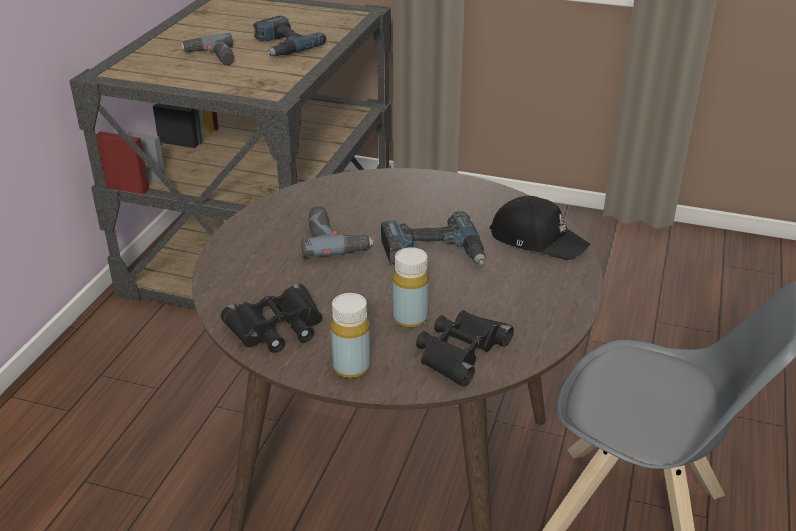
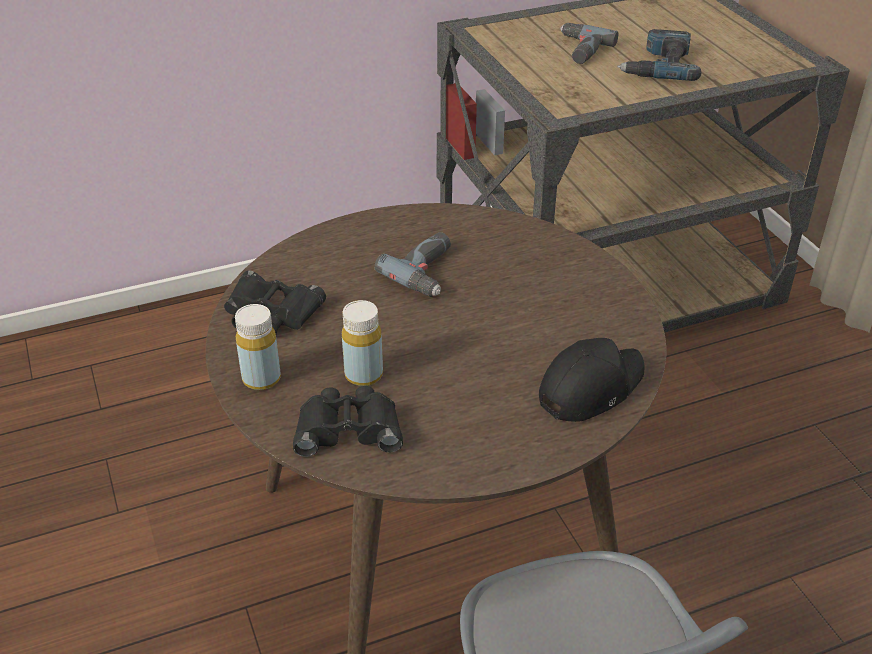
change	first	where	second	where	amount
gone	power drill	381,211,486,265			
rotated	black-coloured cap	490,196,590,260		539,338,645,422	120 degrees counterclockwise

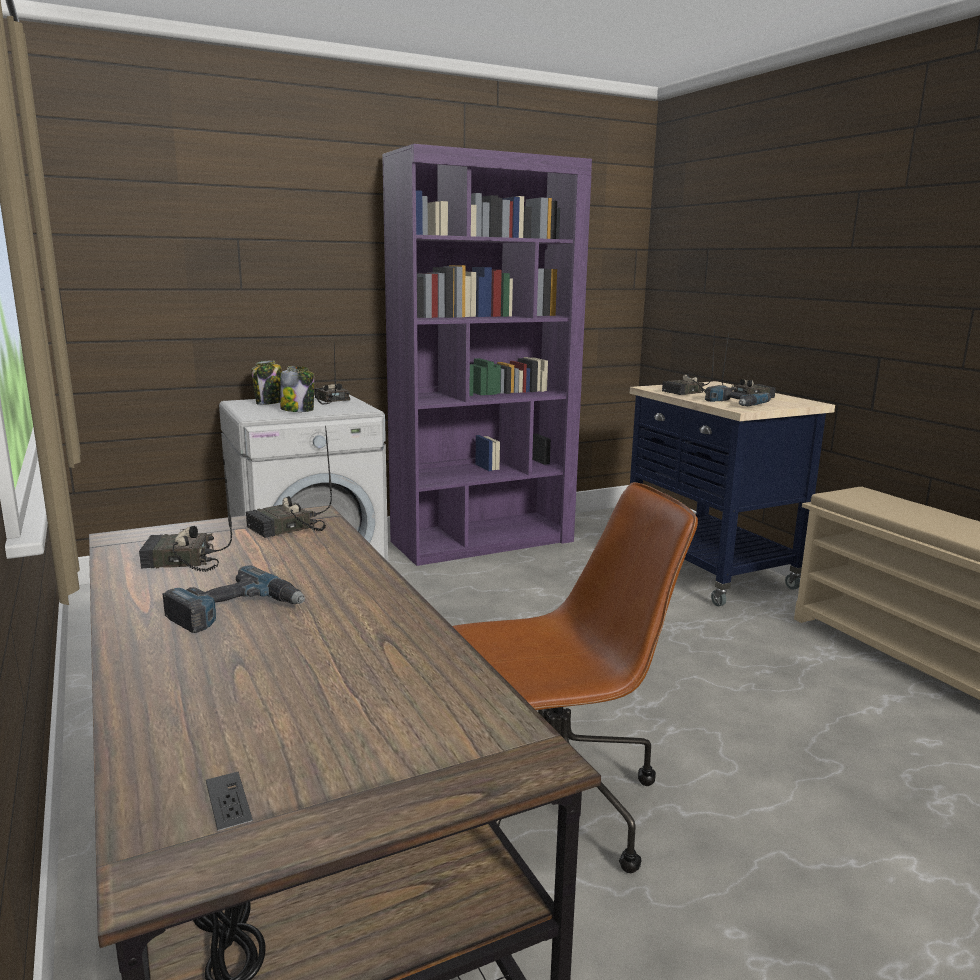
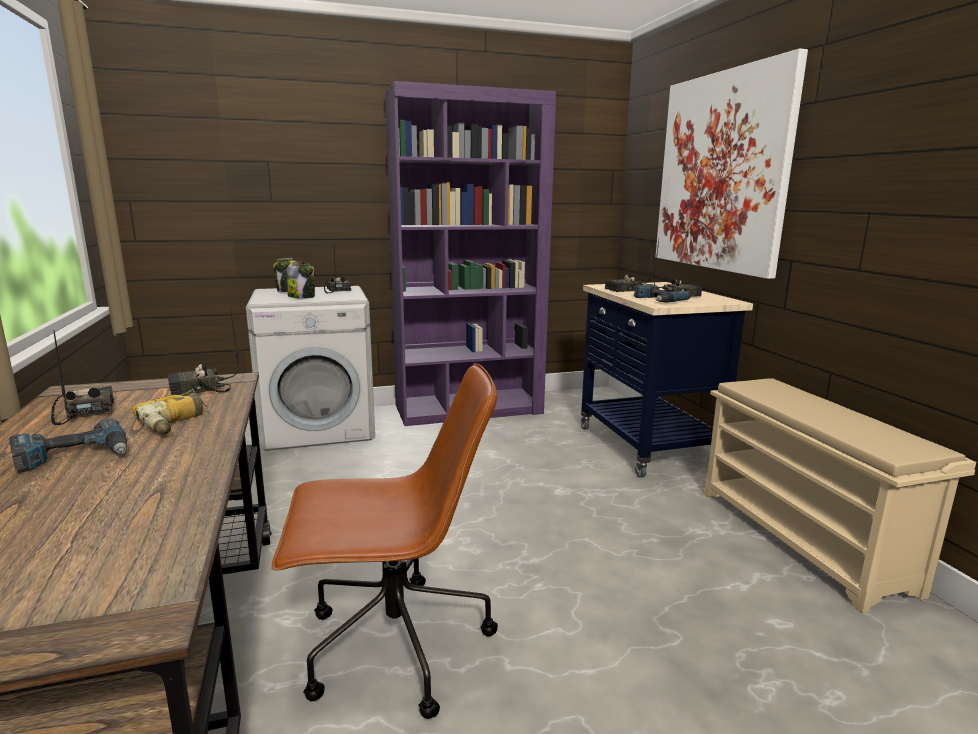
change	first	where	second	where	amount
new			power drill	132,388,208,435	
new			wall art	656,48,808,279	
rotated	radio set	139,452,232,572		51,330,114,425	60 degrees clockwise

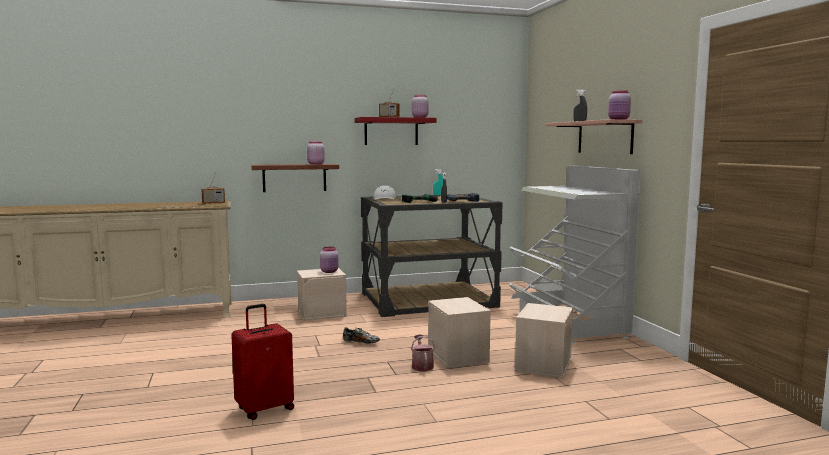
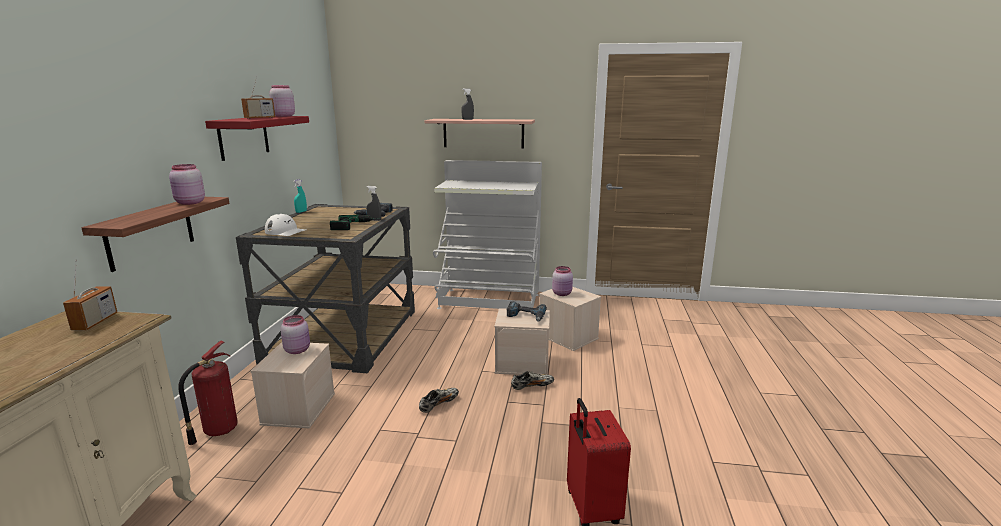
change	first	where	second	where	amount
new			fire extinguisher	178,341,238,445	
new			power drill	507,302,547,322	
shifted	pink preserve jar	608,90,631,120		552,266,573,296	
swapped	watering pot	411,334,435,371	low shoe	511,371,554,390	

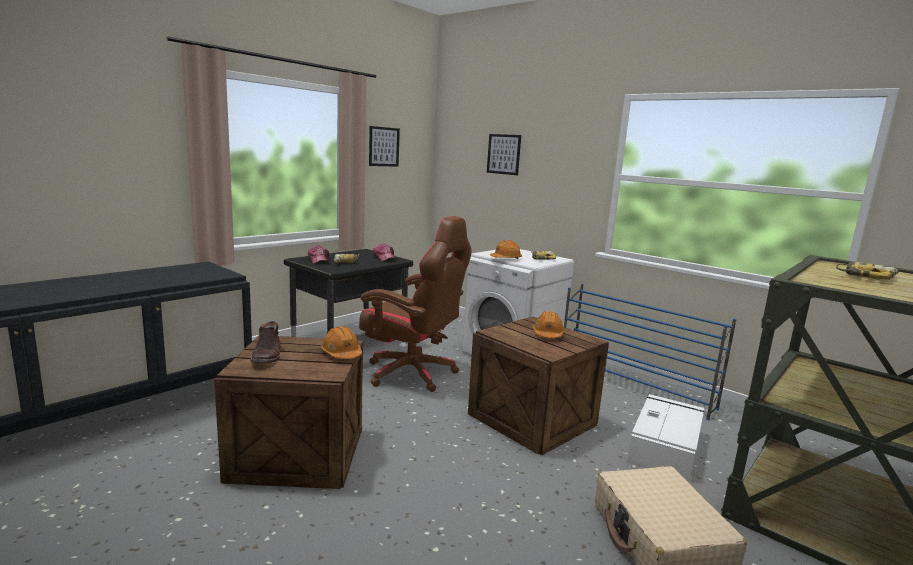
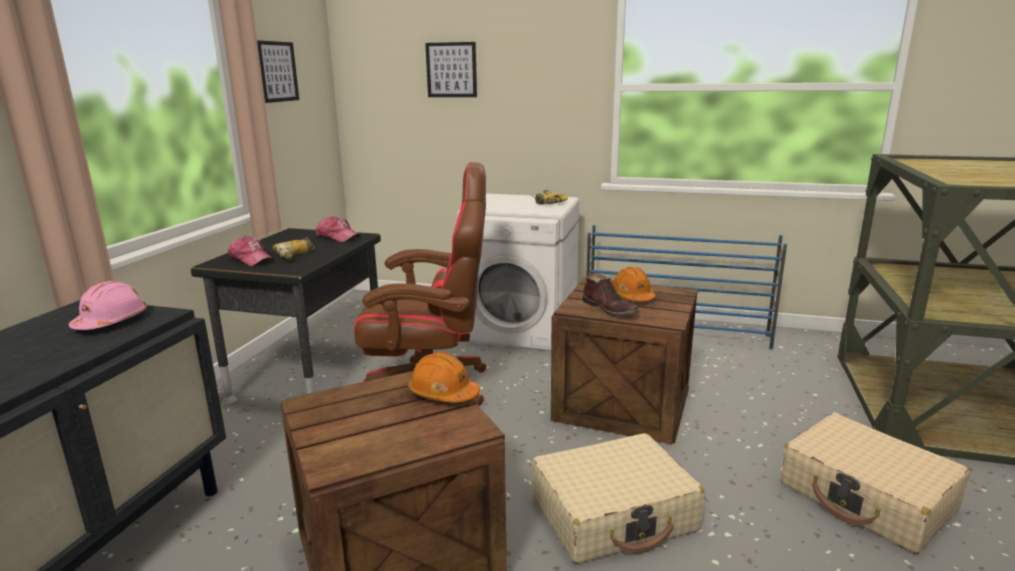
change	first	where	second	where	amount
gone	orange hard hat	490,240,522,259			
gone	white-coloured storage bin	627,394,705,482			
gone	power drill	836,262,899,280			
new			pink hard hat	69,281,147,330	
new			beige-coloured travel case	531,433,704,563	
shifted	brownish tall boot	251,321,281,363		582,273,639,316	

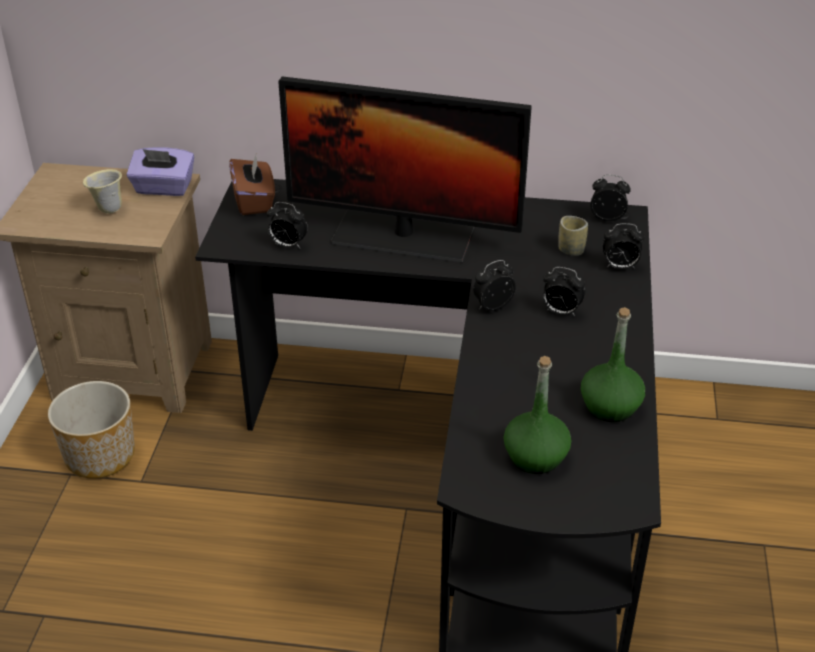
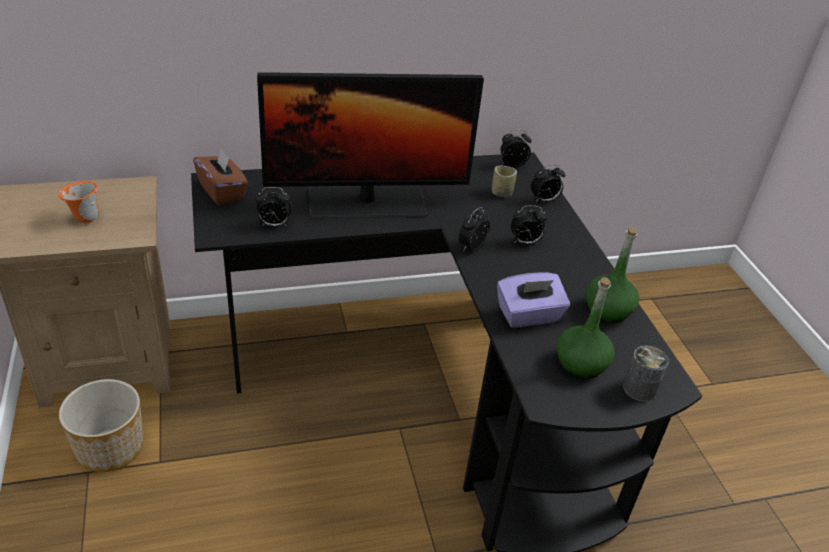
change	first	where	second	where	amount
new			metal can	623,346,669,402	
shifted	purplish tissue box	127,147,194,196		497,272,570,328	
repainted	beige-coloured mug	83,169,122,214	orange mug	59,181,99,223	

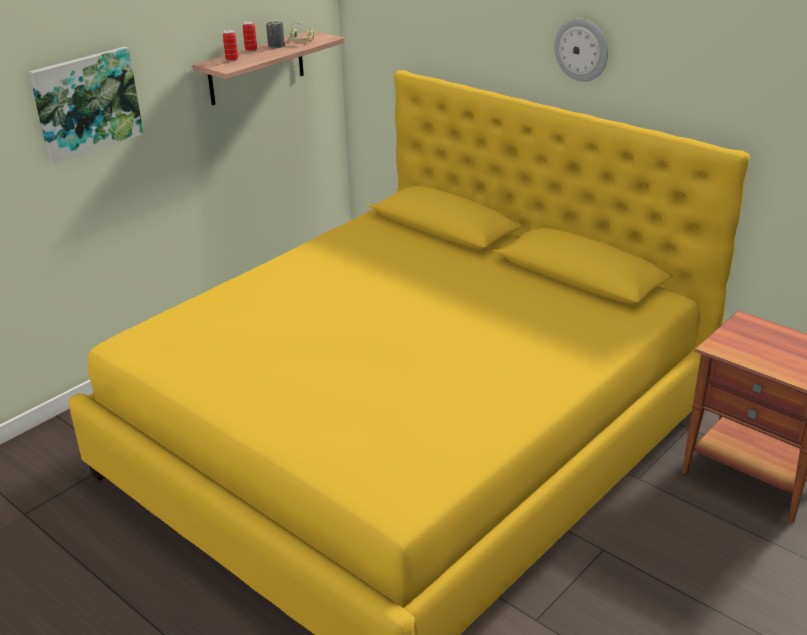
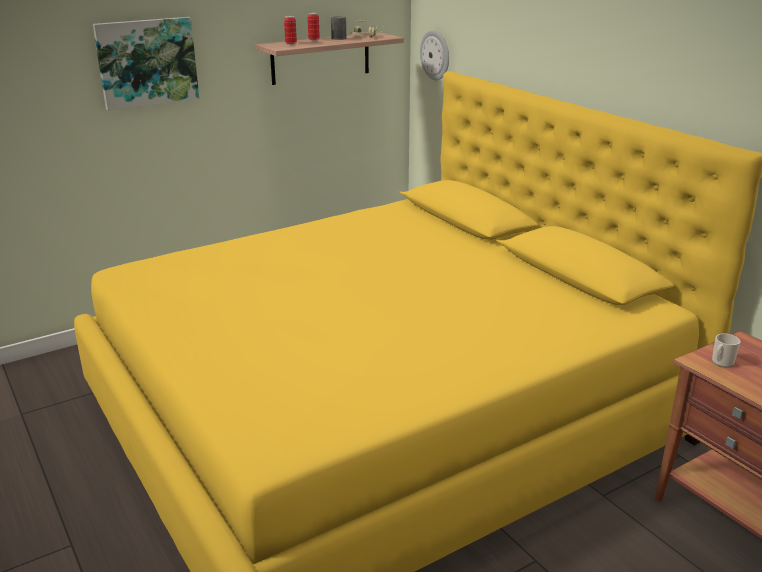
change	first	where	second	where	amount
new			mug	712,334,741,367	
shifted	clock on the wall	554,19,608,82		420,30,449,80	

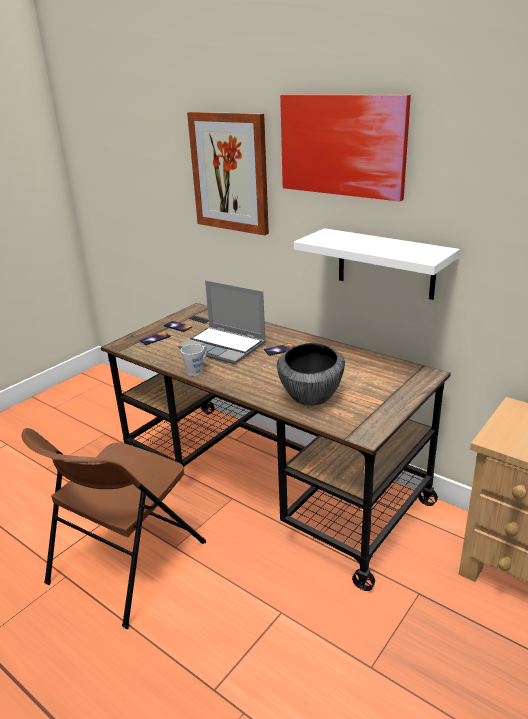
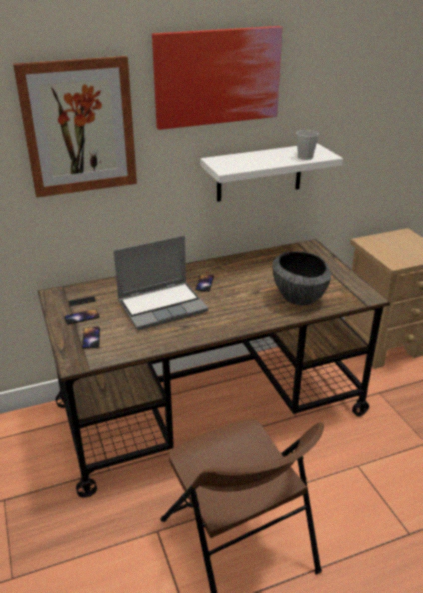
change	first	where	second	where	amount
shifted	grey mug	181,344,207,376		296,130,319,160	

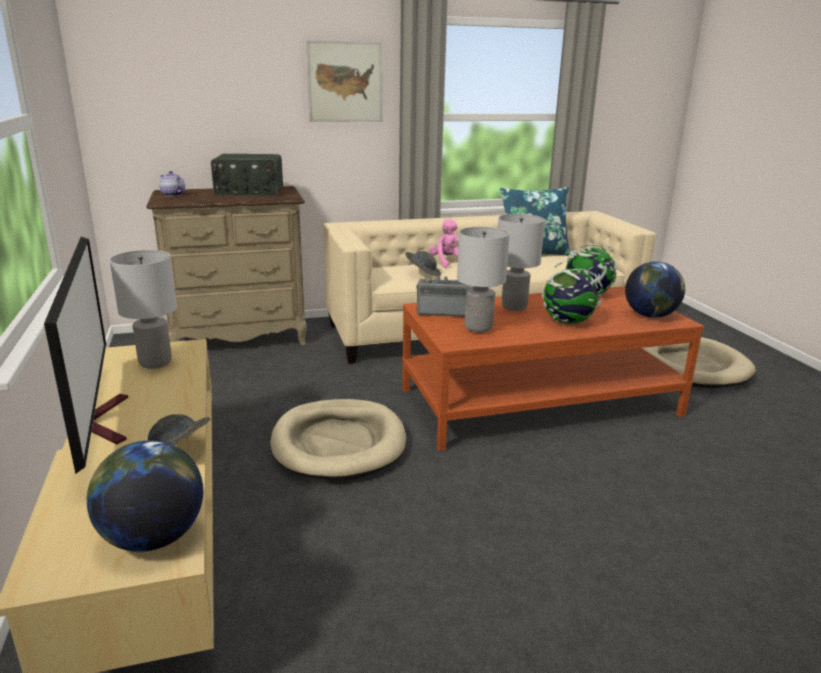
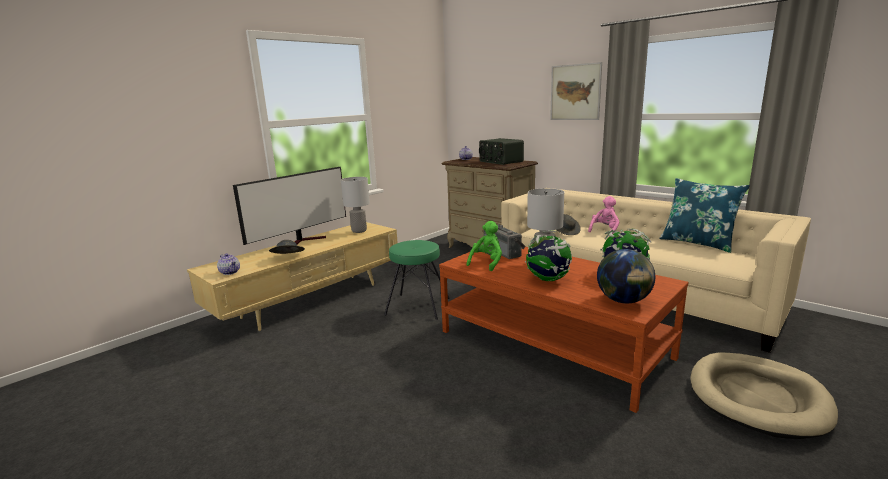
change	first	where	second	where	amount
swapped	desk globe	87,440,203,552	teapot	217,253,240,275	
swapped	beige-coloured pet bed	270,399,406,480	greenish stool seat	384,240,450,320	
swapped	grey lamp for a table	457,227,510,333	greenish plush toy	466,221,502,271	

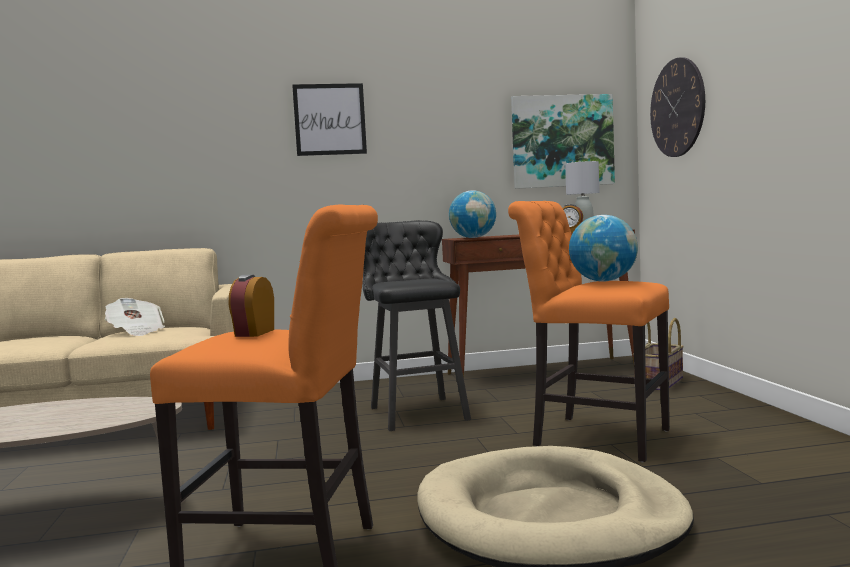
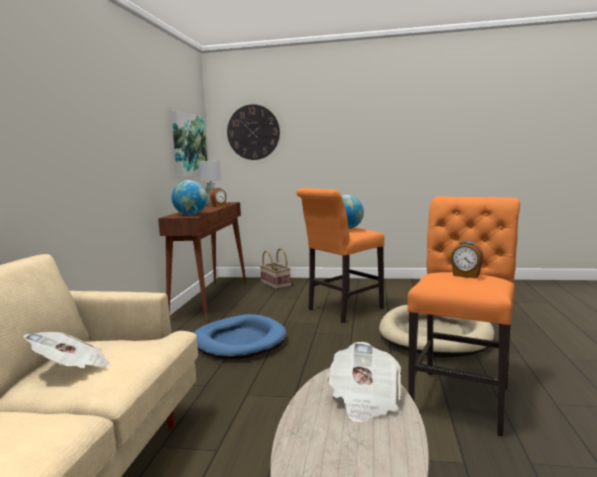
change	first	where	second	where	amount
gone	wall art	292,83,367,156			
new			newspaper	327,342,401,422	
swapped	black-coloured stool seat	363,220,471,431	blue-coloured pet bed	194,314,287,359	

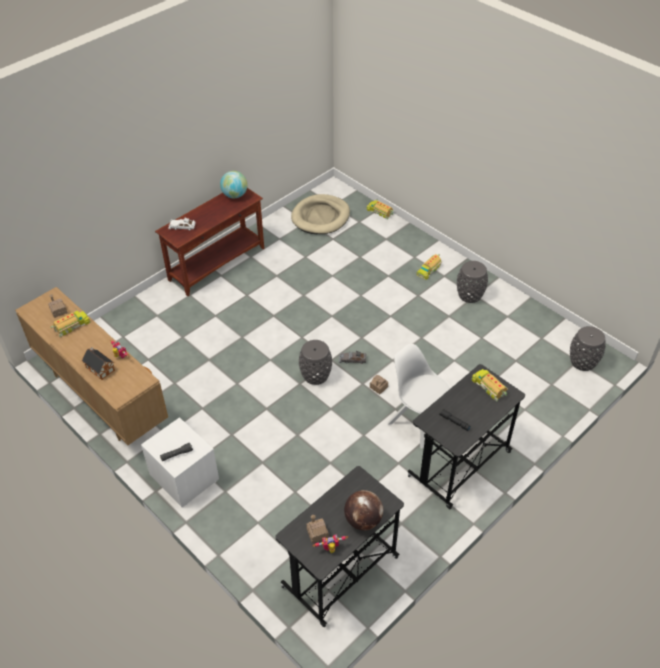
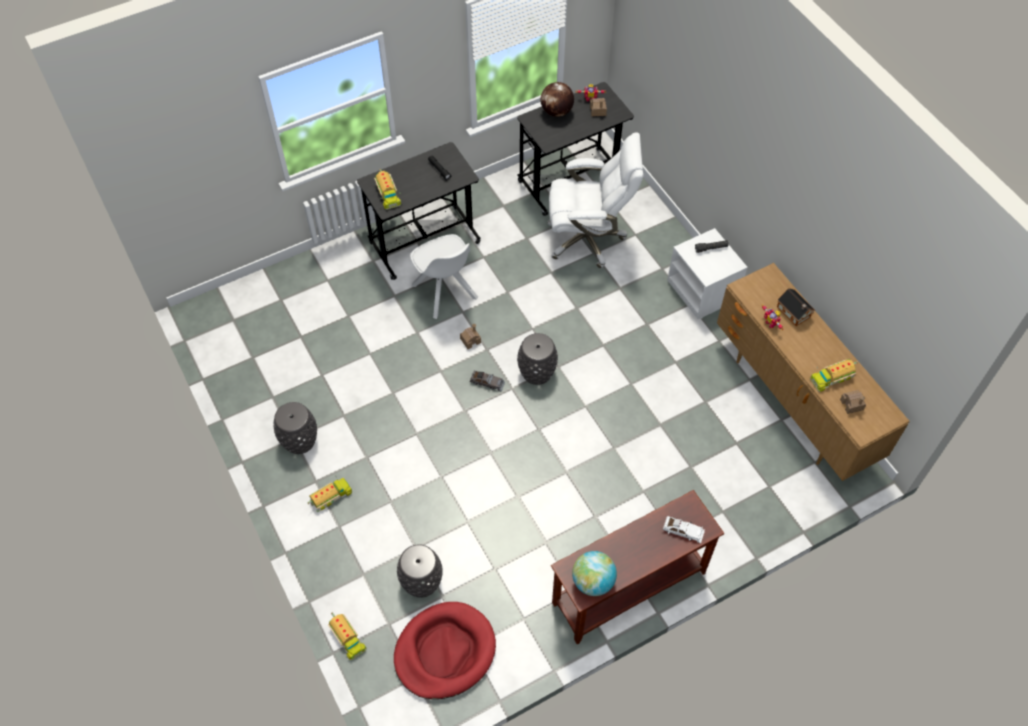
change	first	where	second	where	amount
new			white-coloured office chair	547,132,643,268	
shifted	grey stool seat	570,326,606,371		397,544,443,598	
repainted	beige-coloured pet bed	291,194,350,234	red-coloured pet bed	394,602,496,699	

